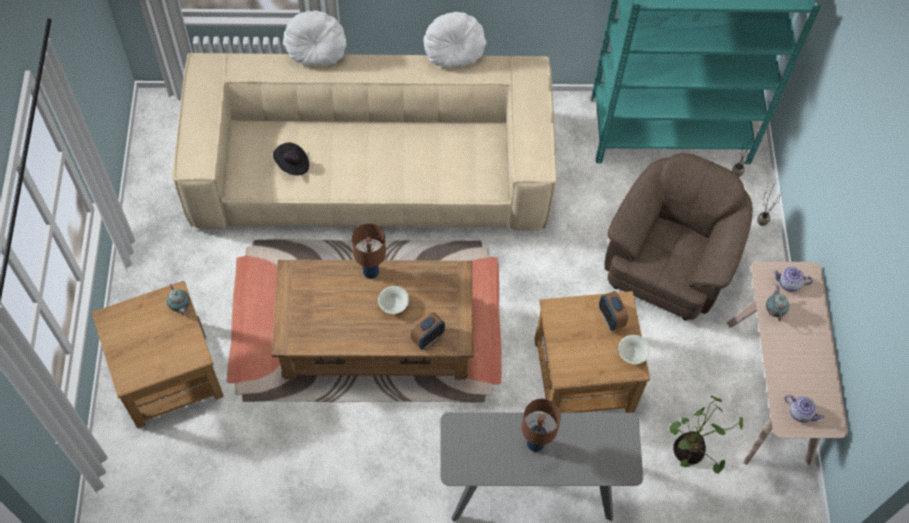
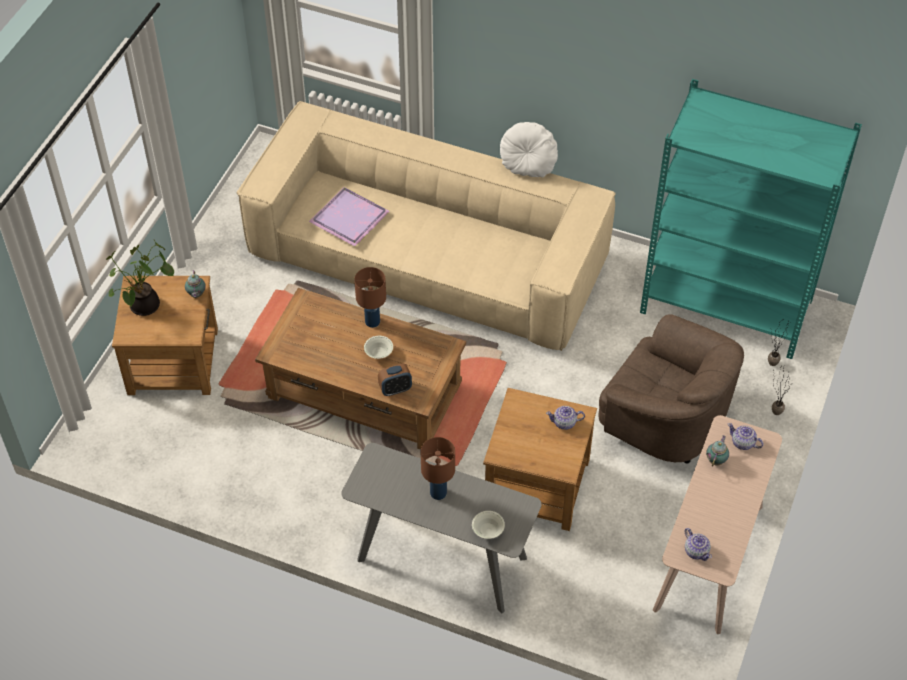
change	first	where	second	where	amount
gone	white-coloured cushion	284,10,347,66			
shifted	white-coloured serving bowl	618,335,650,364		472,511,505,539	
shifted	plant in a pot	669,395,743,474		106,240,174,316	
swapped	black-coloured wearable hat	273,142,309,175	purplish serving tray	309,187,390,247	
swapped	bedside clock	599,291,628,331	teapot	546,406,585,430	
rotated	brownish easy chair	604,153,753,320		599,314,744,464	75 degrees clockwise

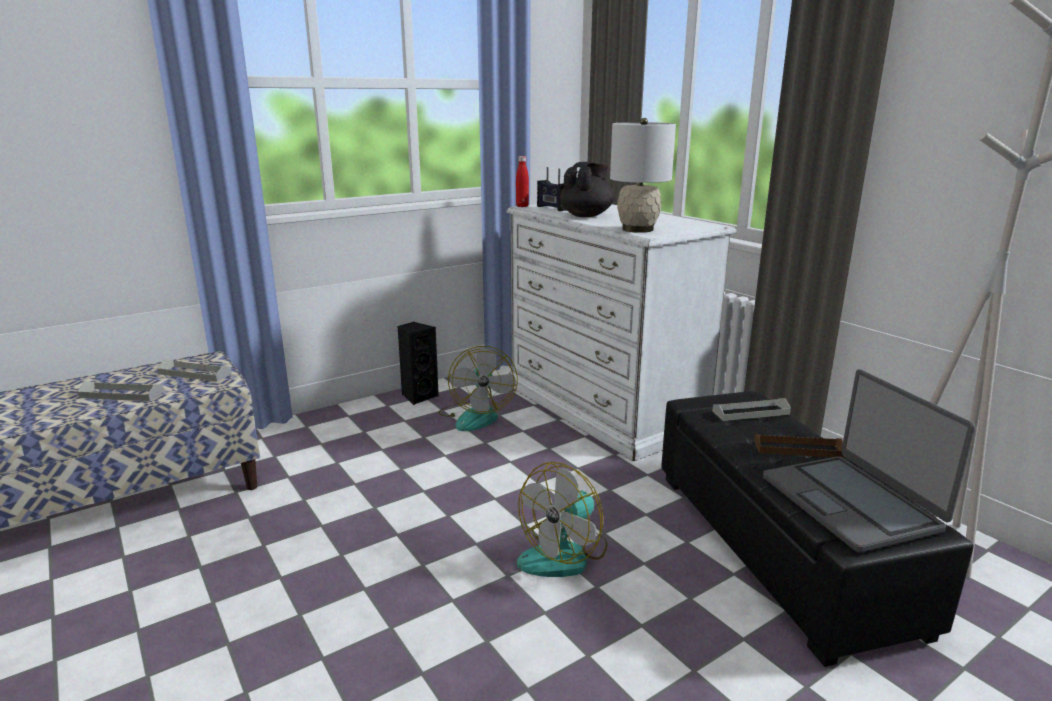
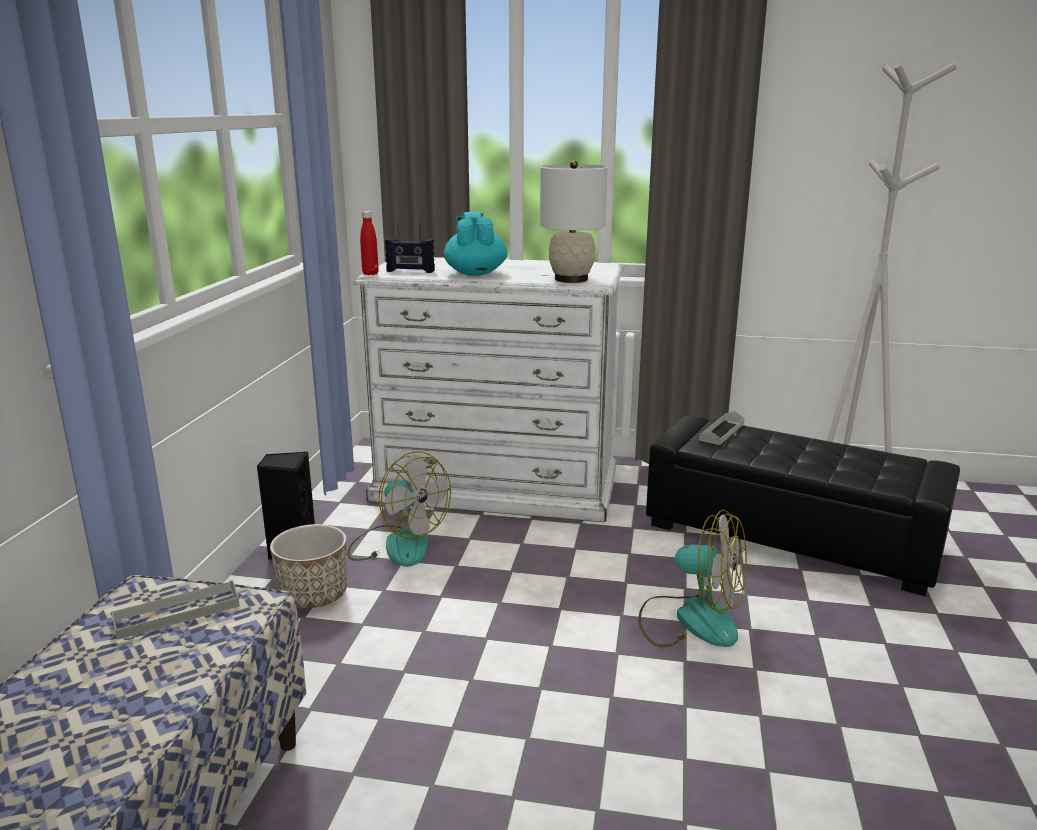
change	first	where	second	where	amount
gone	grey serving tray	77,381,164,401			
gone	brownish serving tray	754,434,844,458			
gone	notebook computer	763,369,976,552			
new			planter	270,524,347,608	
repainted	black-coloured teapot	559,162,614,217	blue-green teapot	444,211,507,276	
rotated	fan	517,462,608,577		638,509,747,647	60 degrees counterclockwise

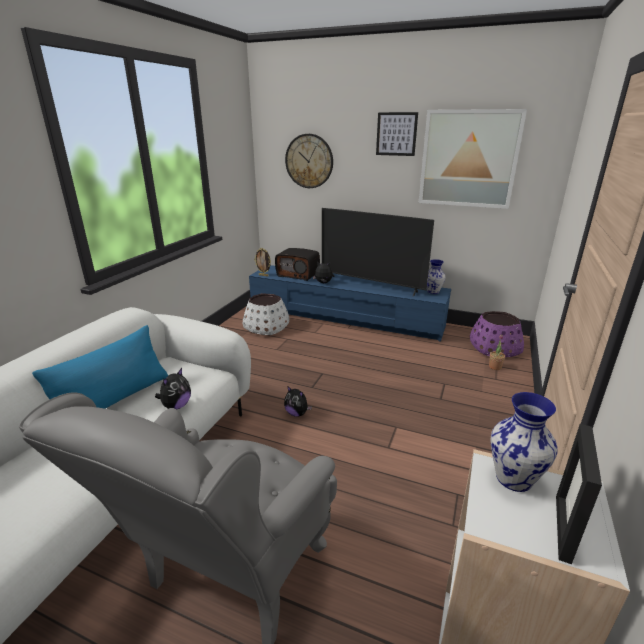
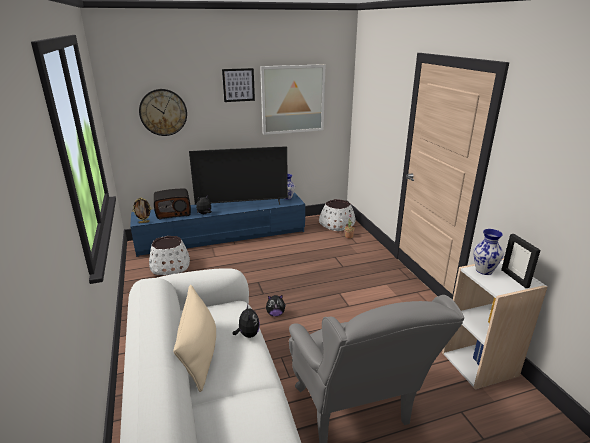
change	first	where	second	where	amount
repainted	blue-coloured cushion	32,325,168,409	beige-coloured cushion	173,285,216,392	
repainted	purplish planter	470,311,524,357	white-coloured planter	319,199,356,231	

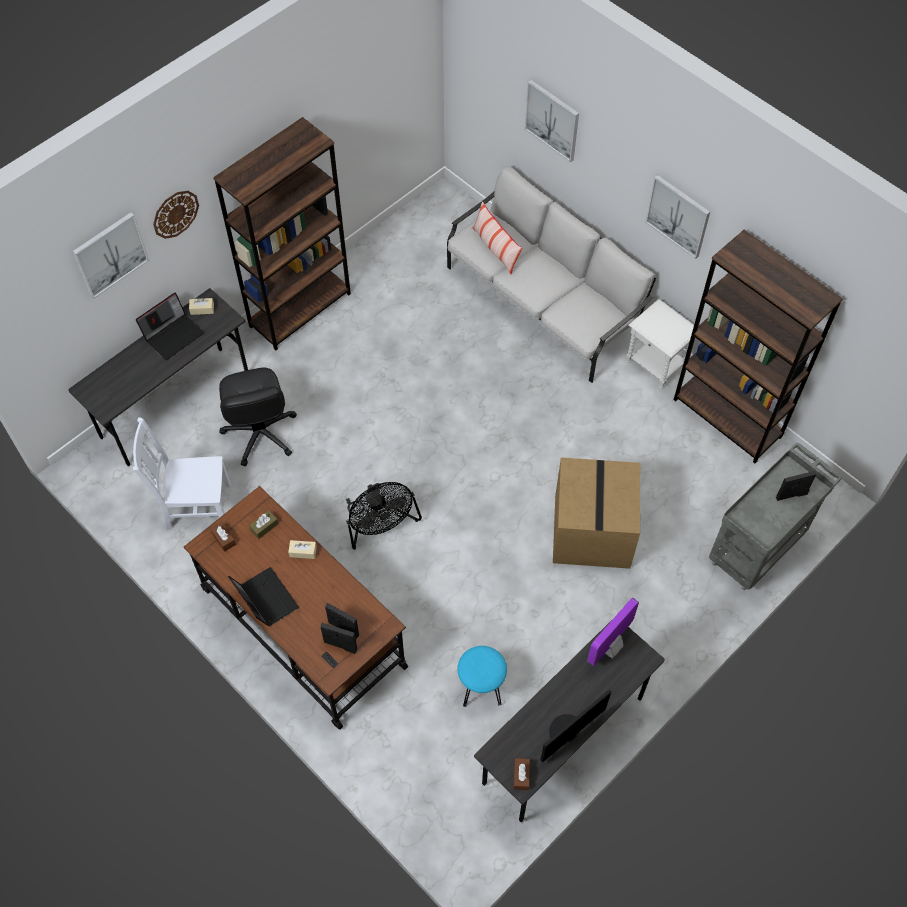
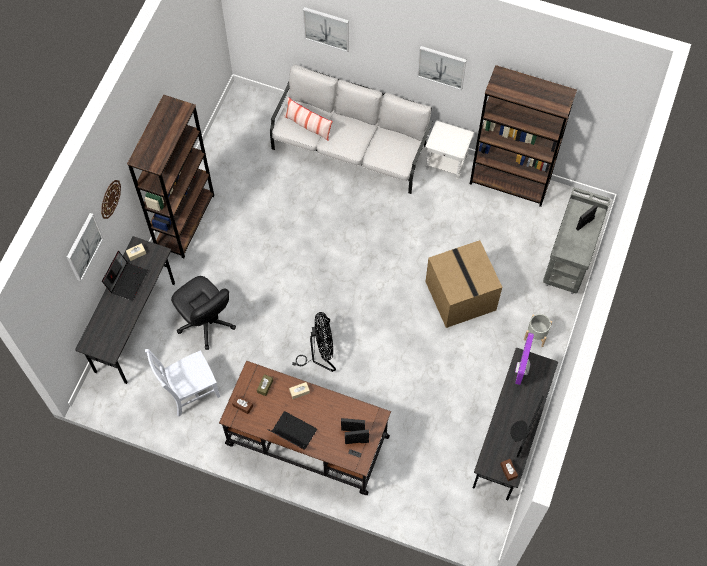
change	first	where	second	where	amount
gone	blue-green stool seat	457,646,507,707			
new			grey planter	524,314,552,347	
rotated	black-coloured fan	346,482,422,549		292,312,336,372	45 degrees counterclockwise

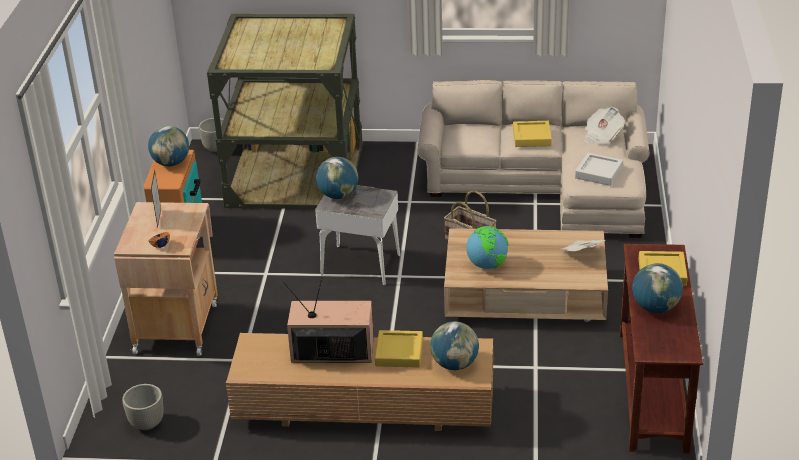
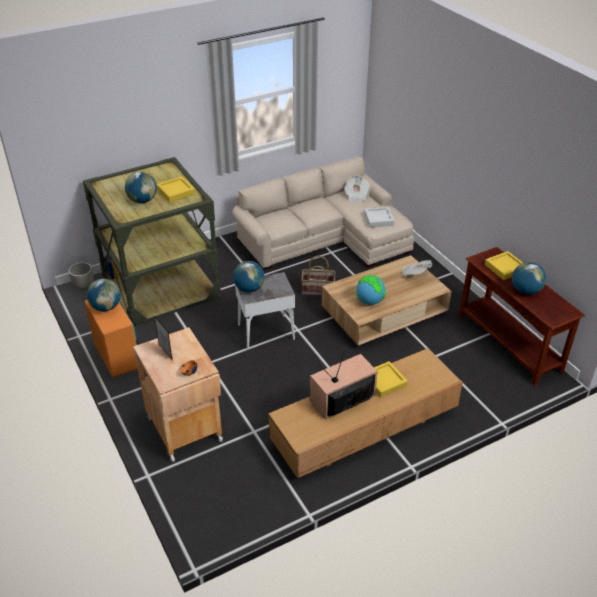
change	first	where	second	where	amount
gone	grey planter	122,384,163,430			
shifted	desk globe	430,321,479,370		125,172,157,203	
shifted	yellow-coloured serving tray	513,121,552,147		157,176,195,203	

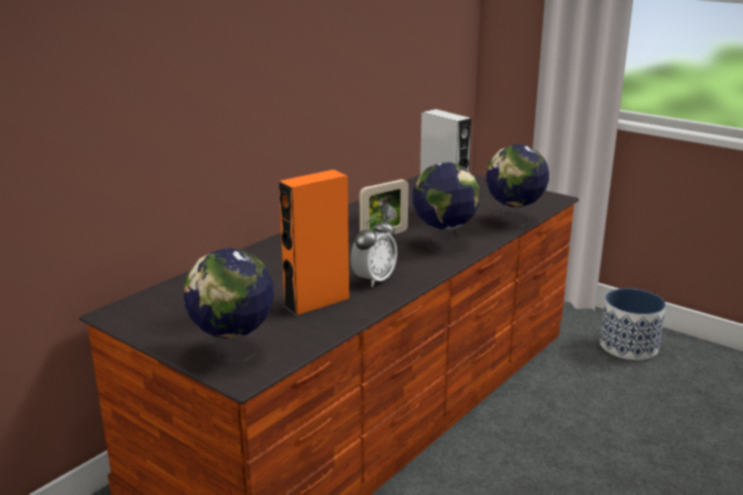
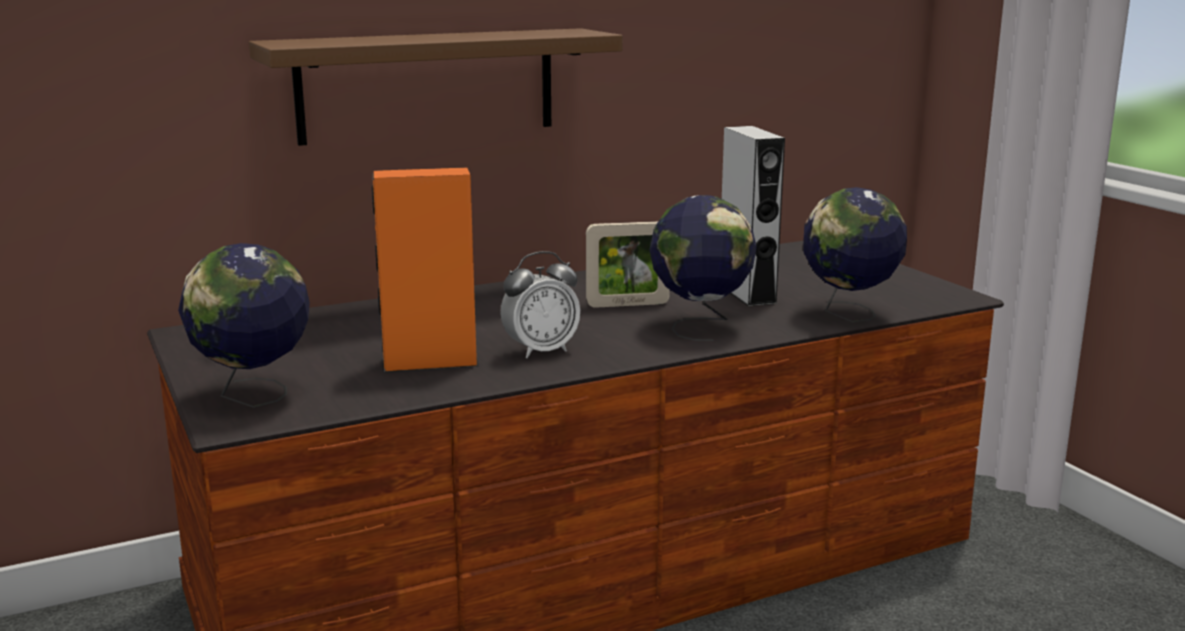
change	first	where	second	where	amount
gone	planter	600,288,666,360			
new			brownish shelf	249,28,623,146	

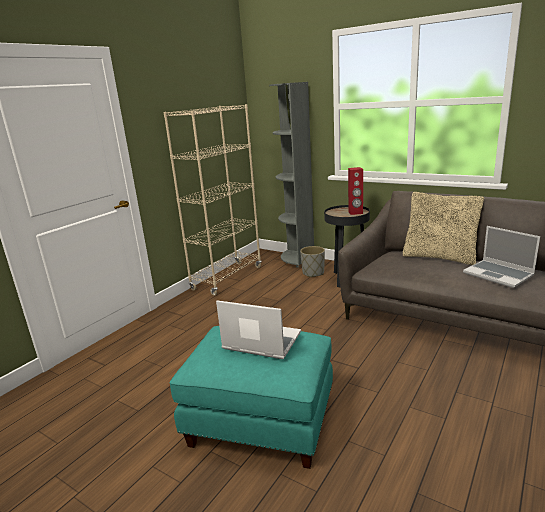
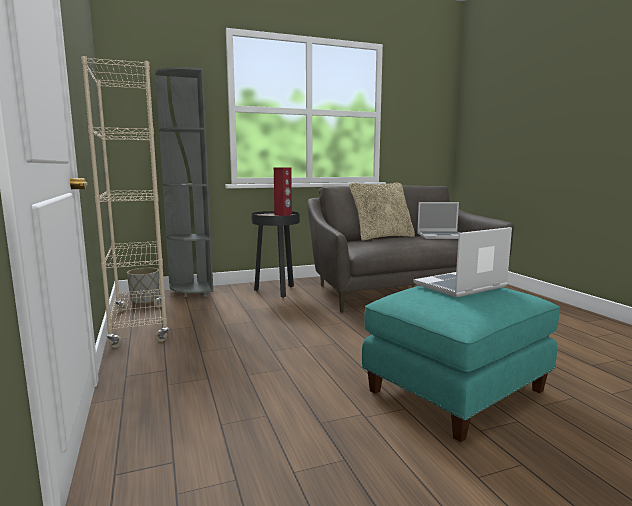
change	first	where	second	where	amount
shifted	grey planter	300,246,325,277		127,268,159,304	

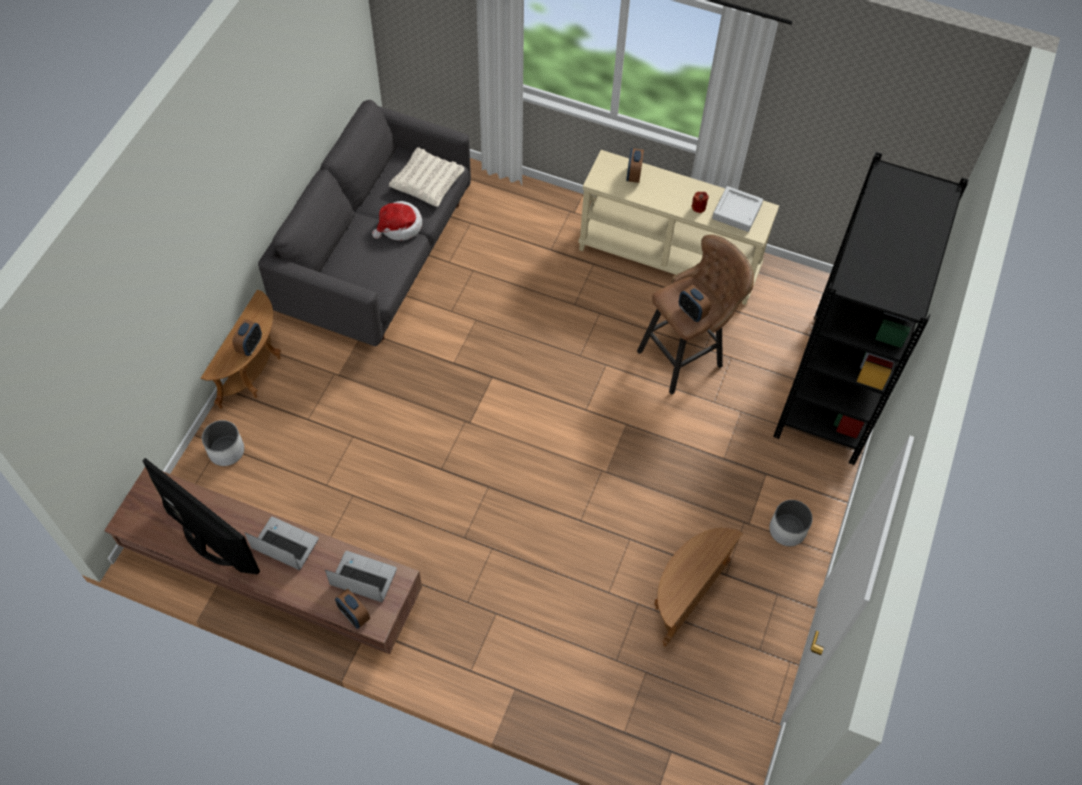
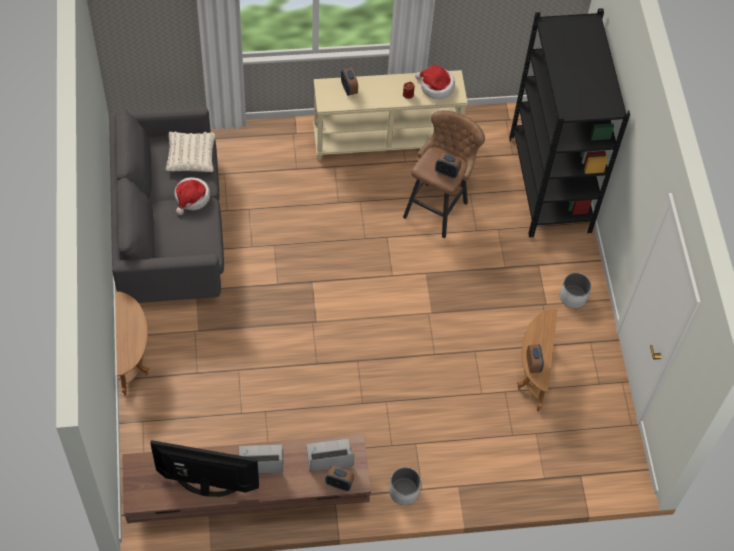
change	first	where	second	where	amount
shifted	white-coloured planter	202,420,244,466		389,467,421,505	
shifted	bedside clock	232,319,262,356		526,344,544,373	
swapped	grey serving tray	712,186,763,232	wearable hat	415,65,455,99	

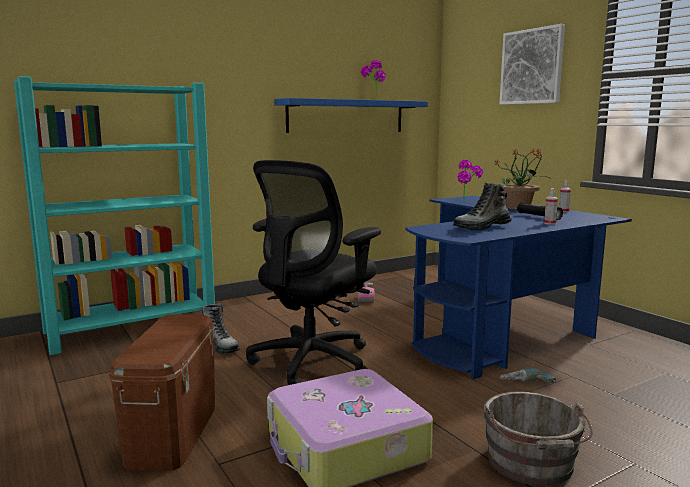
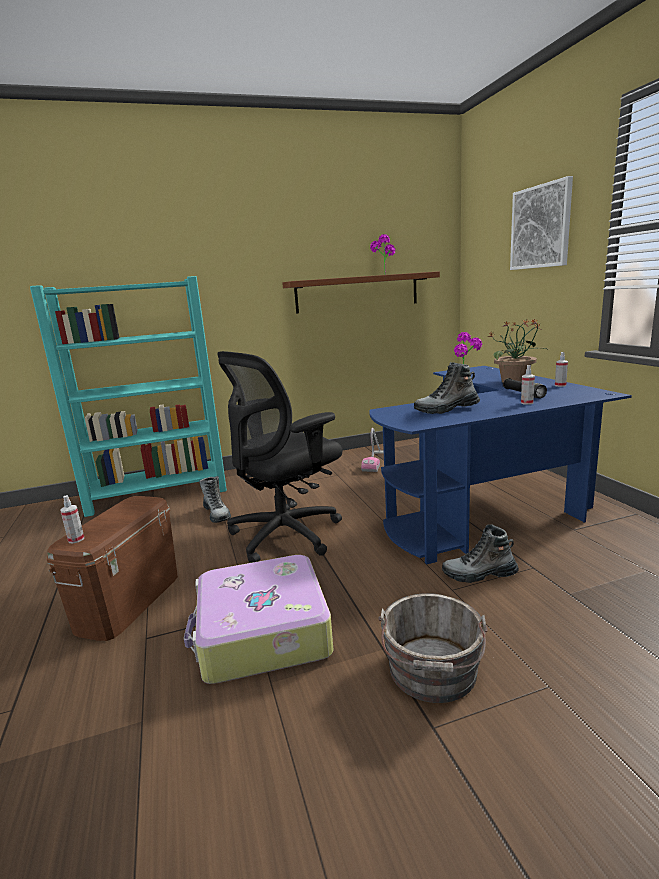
change	first	where	second	where	amount
new			spray bottle	60,495,84,543	
swapped	power drill	499,368,556,384	tall boot	442,524,519,583	
repainted	blue-coloured shelf	274,98,428,133	brownish shelf	282,271,440,314	

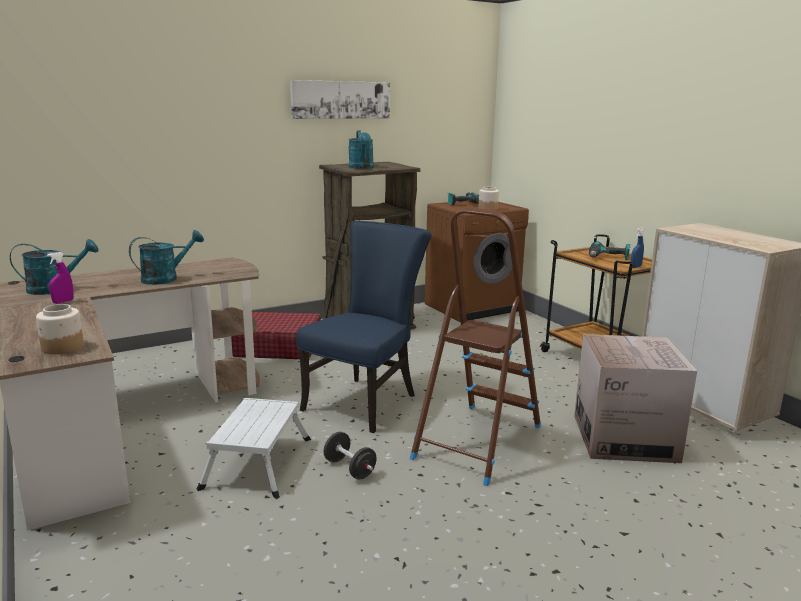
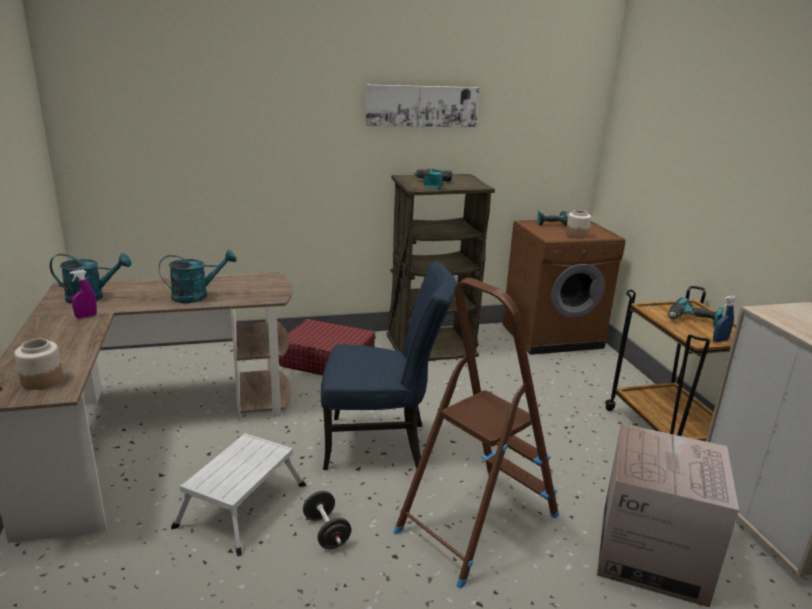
change	first	where	second	where	amount
swapped	blue-green watering pot	348,131,374,169	power drill	413,169,453,189	
rotated	blue-coloured chair	296,221,432,433		321,261,457,470	45 degrees clockwise

